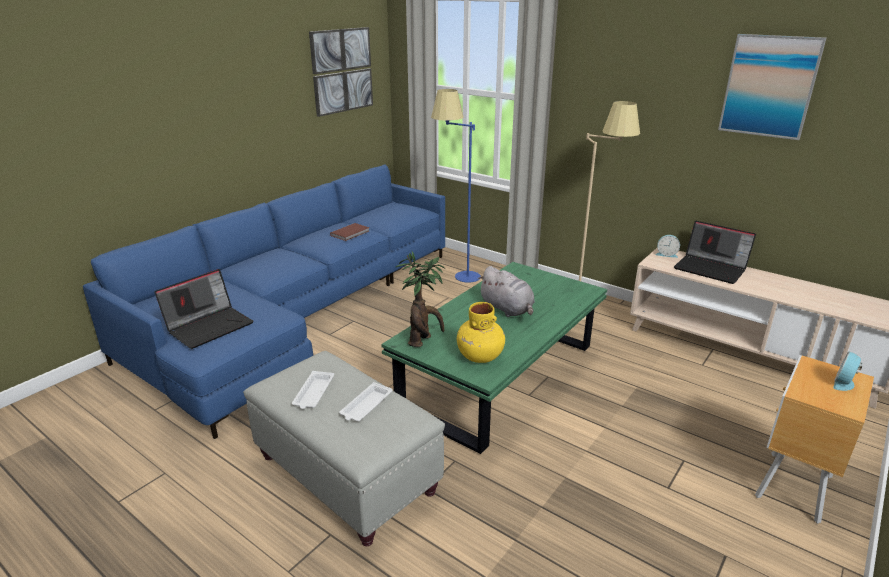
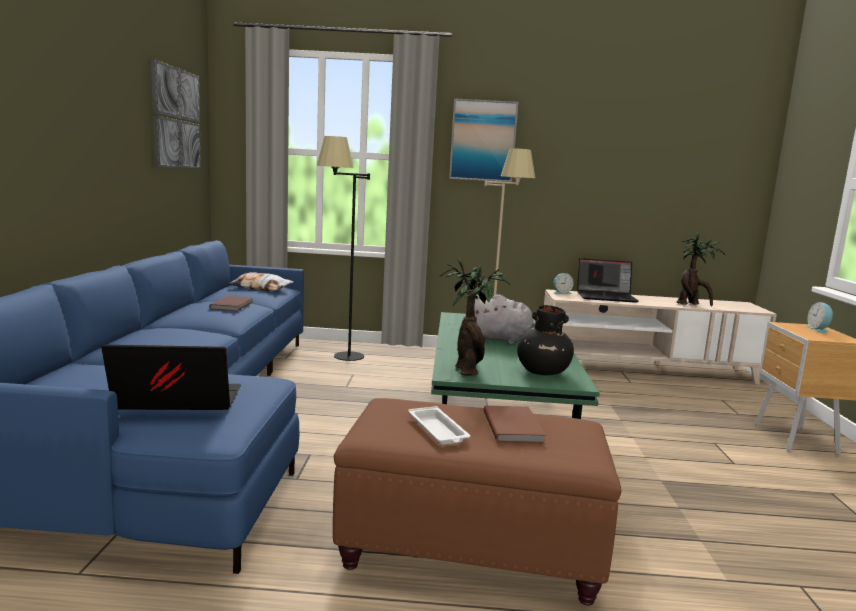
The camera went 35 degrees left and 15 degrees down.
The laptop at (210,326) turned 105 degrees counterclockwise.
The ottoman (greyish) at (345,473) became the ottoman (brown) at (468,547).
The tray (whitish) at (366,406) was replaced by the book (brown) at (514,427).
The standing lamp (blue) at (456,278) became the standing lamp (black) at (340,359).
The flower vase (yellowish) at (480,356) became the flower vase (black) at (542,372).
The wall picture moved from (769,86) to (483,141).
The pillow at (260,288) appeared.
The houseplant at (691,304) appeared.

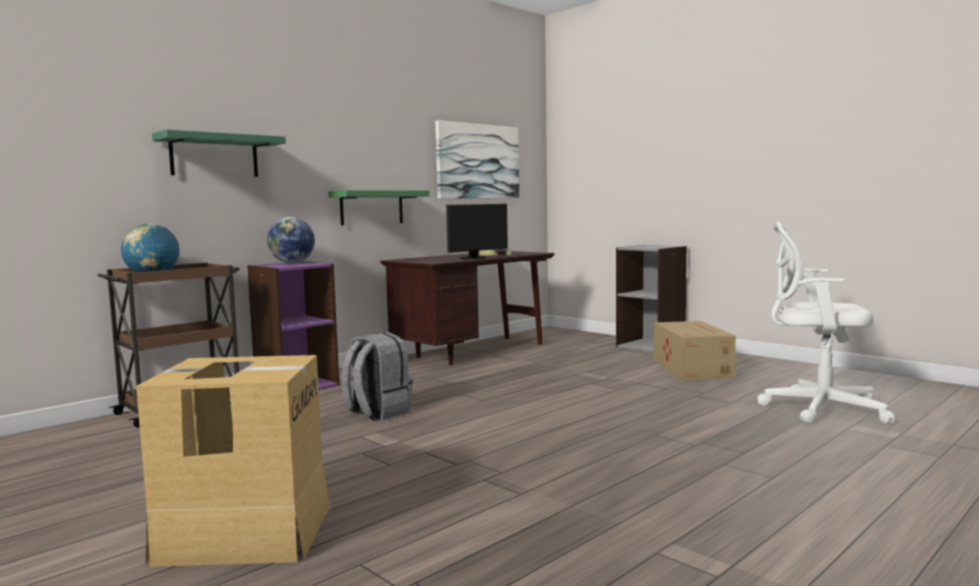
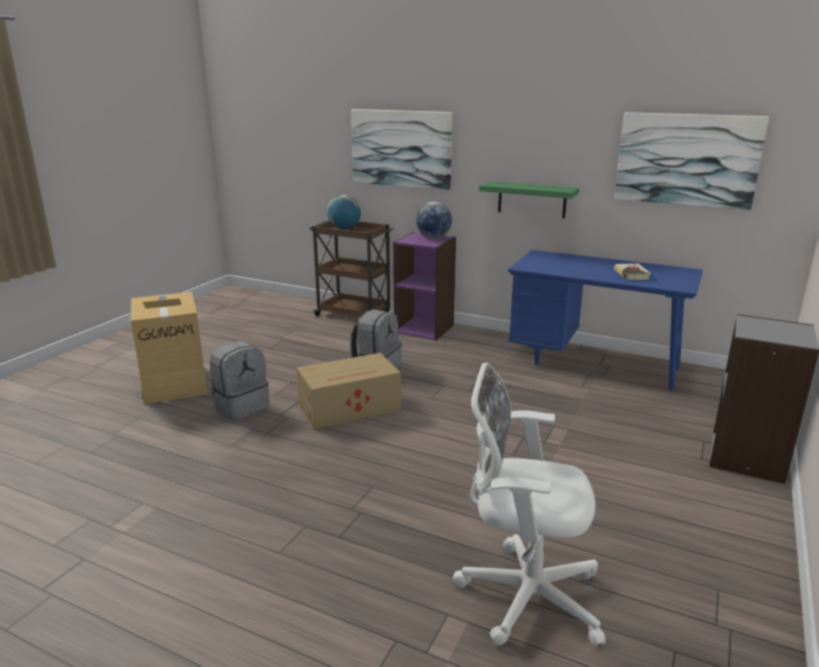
The camera went 70 degrees right and 15 degrees up.
The wall shelf (greenish) at (214,156) was replaced by the wall picture at (401,148).
The desk unit (brown) at (473,352) became the desk unit (blue) at (594,364).
The computer screen at (475,258) disappeared.
The cardboard box moved from (692,368) to (351,407).
The computer chair (whitish) at (817,408) turned 75 degrees counterclockwise.
The knapsack (greyish) at (241,406) appeared.

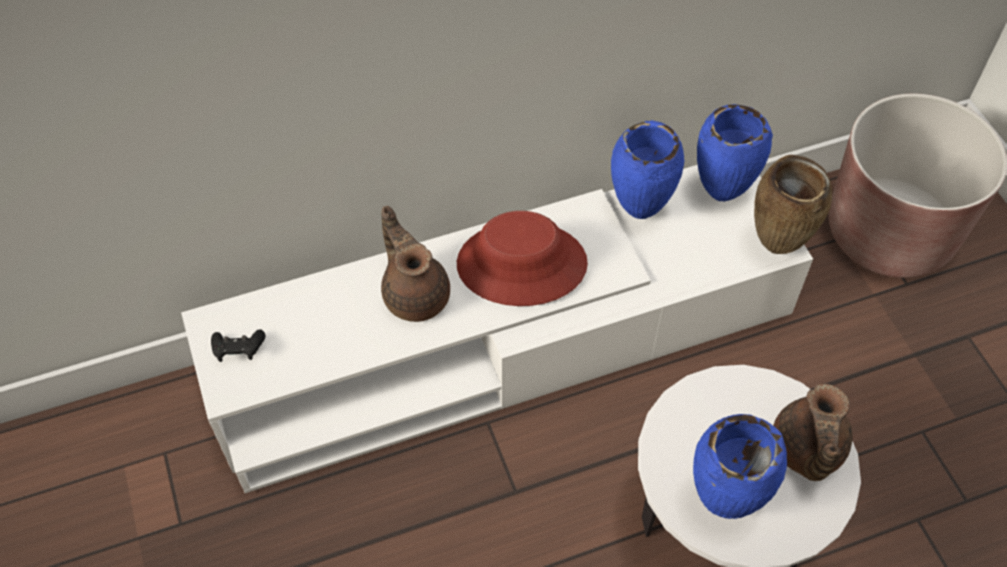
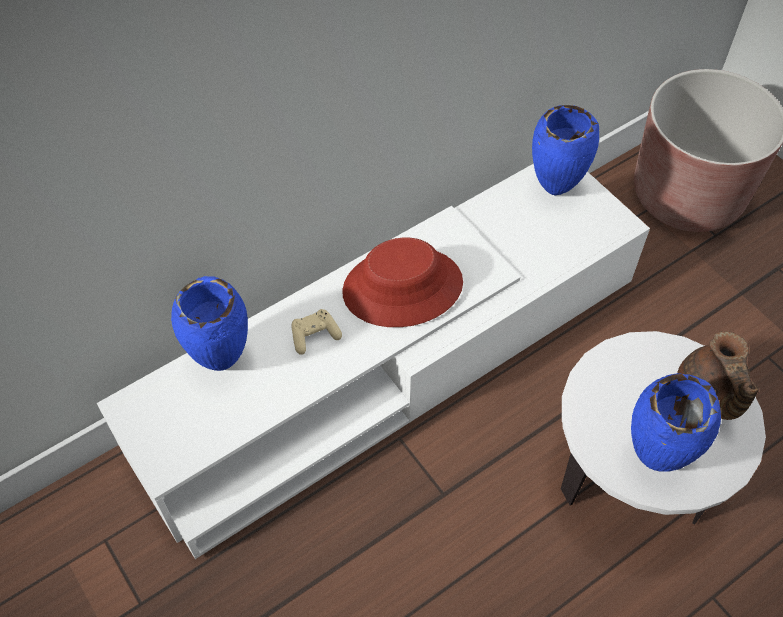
The camera went 15 degrees left and 0 degrees up.
The gamepad (black) at (238,350) disappeared.
The tea pot (brown) at (415,294) was replaced by the gamepad (beige-coloured) at (314,336).
The flower vase (blue) moved from (638,211) to (220,361).
The flower vase (brown) at (778,247) disappeared.

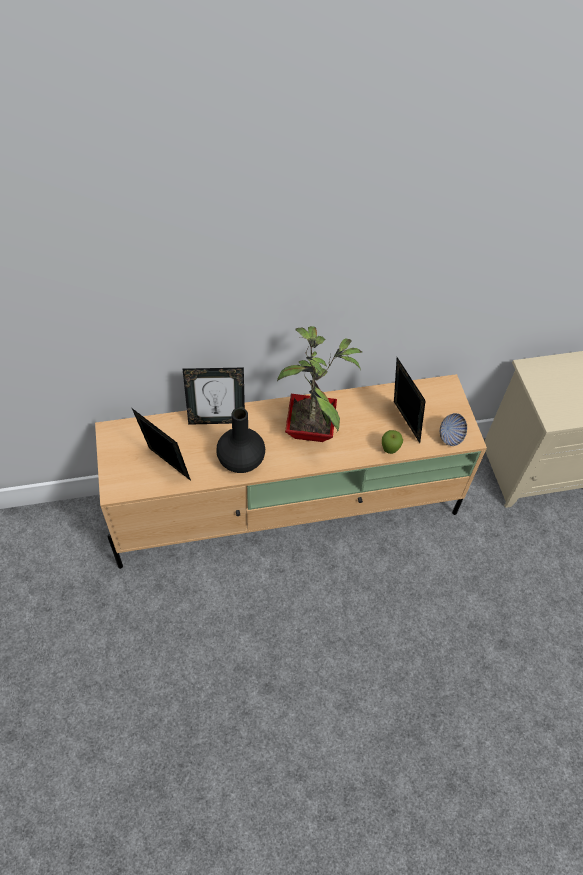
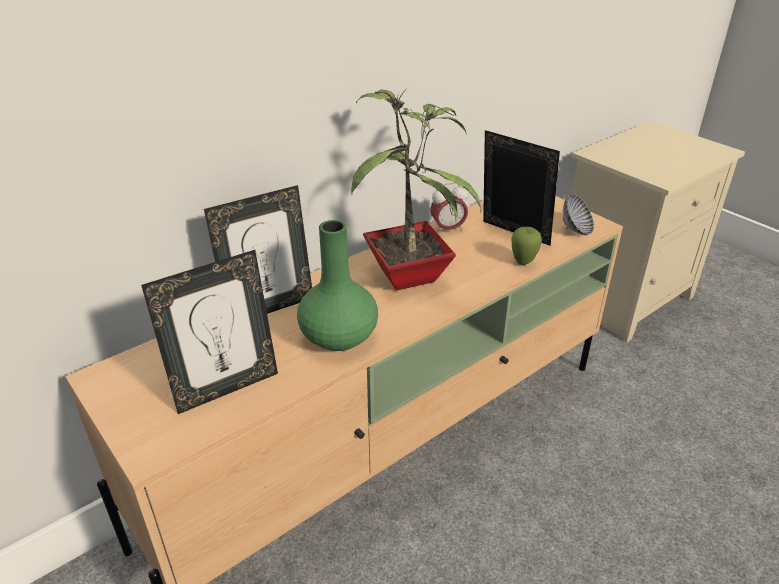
The camera went 25 degrees left and 20 degrees down.
The picture frame at (166,467) turned 135 degrees clockwise.
The flower vase (black) at (241,460) became the flower vase (greenish) at (339,338).
The table clock at (448,229) appeared.

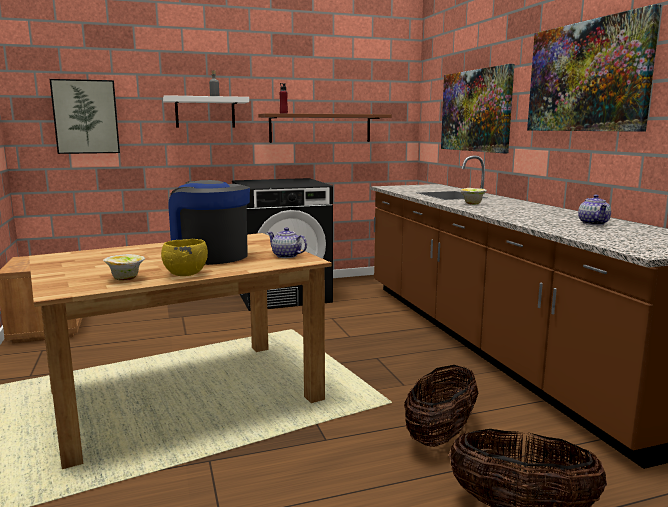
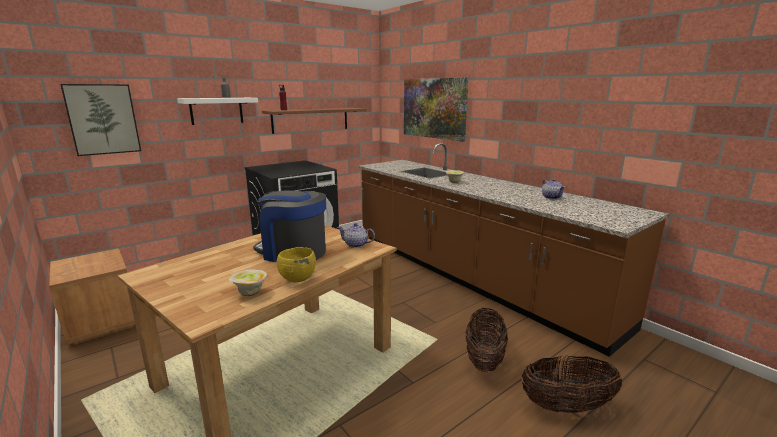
The camera went 20 degrees left and 5 degrees up.
The wall picture at (586,77) disappeared.

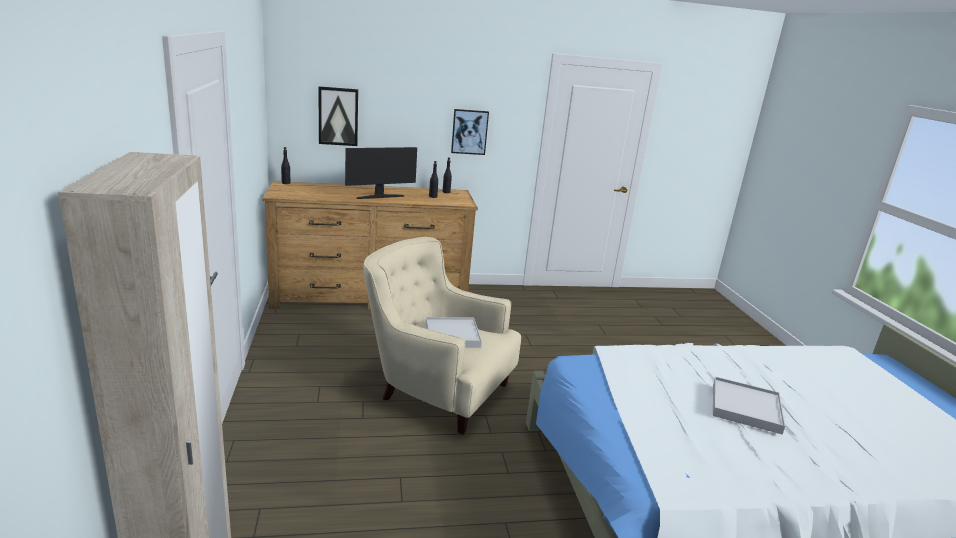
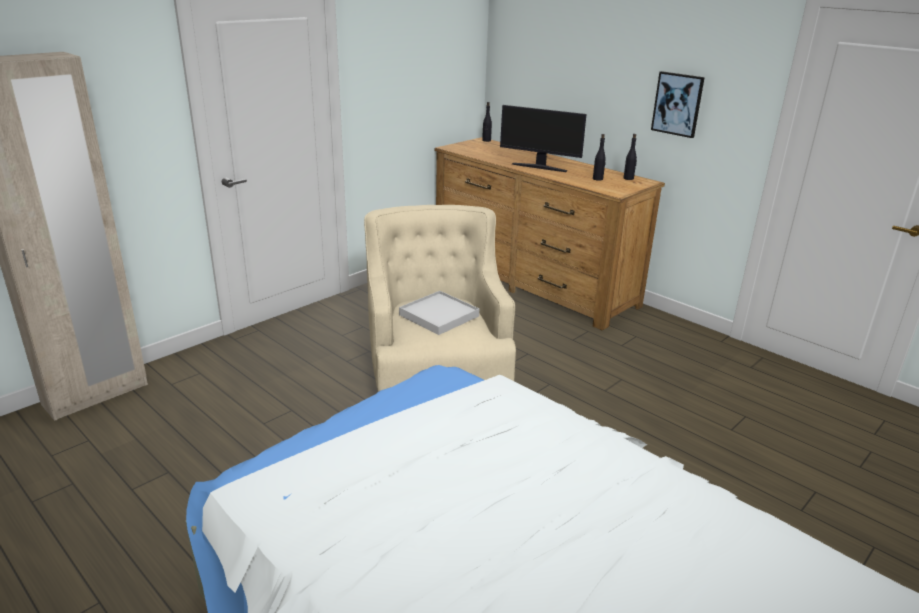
The camera went 55 degrees right and 5 degrees up.
The wall picture at (338,116) disappeared.
The tray (whitish) at (745,408) disappeared.

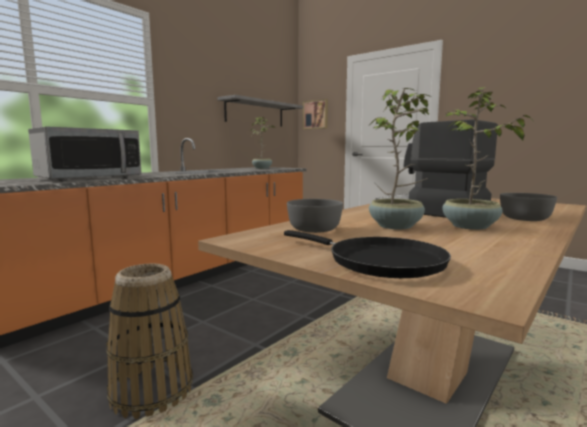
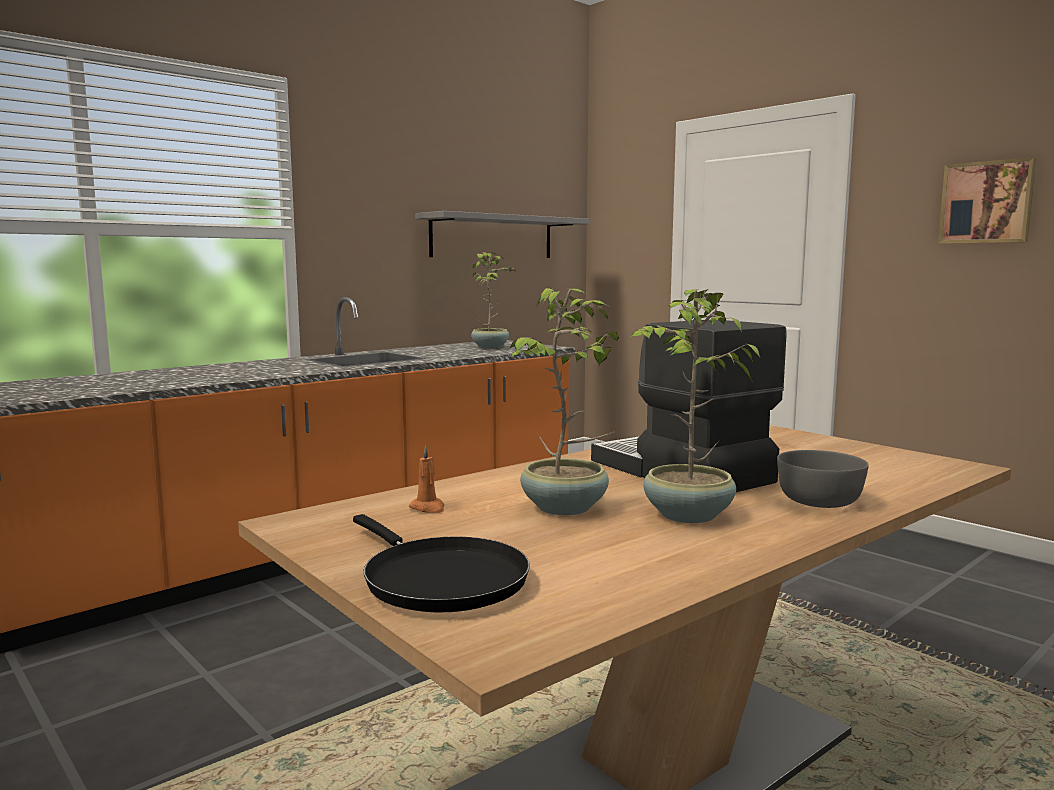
The camera went 10 degrees right and 0 degrees up.
The kitchen microwave at (89,178) disappeared.
The storage basket at (152,391) disappeared.
The bowl (greyish) at (315,229) was replaced by the wax candle (orange) at (428,508).
The wall picture moved from (315,114) to (987,202).

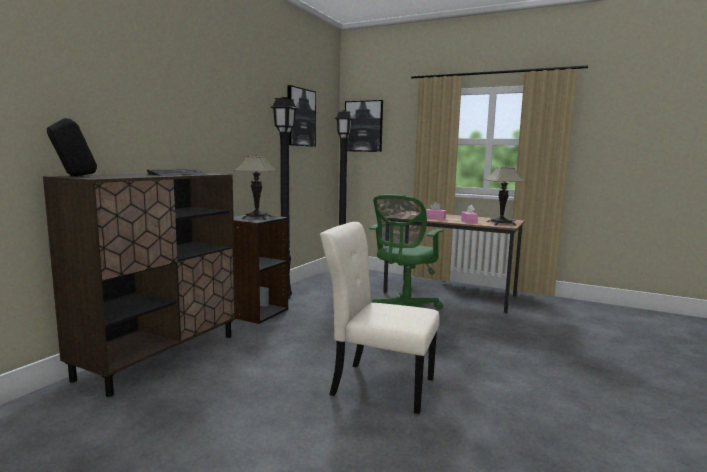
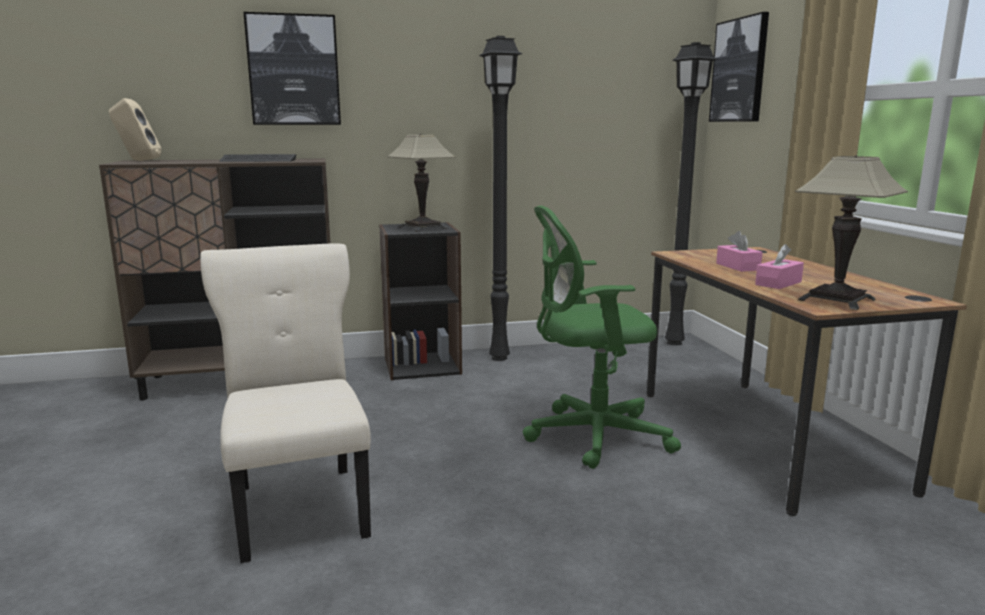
The camera went 50 degrees right and 5 degrees up.
The audio speaker (black) at (73,176) became the audio speaker (beige-coloured) at (138,160).
The wall picture moved from (300,117) to (294,70).

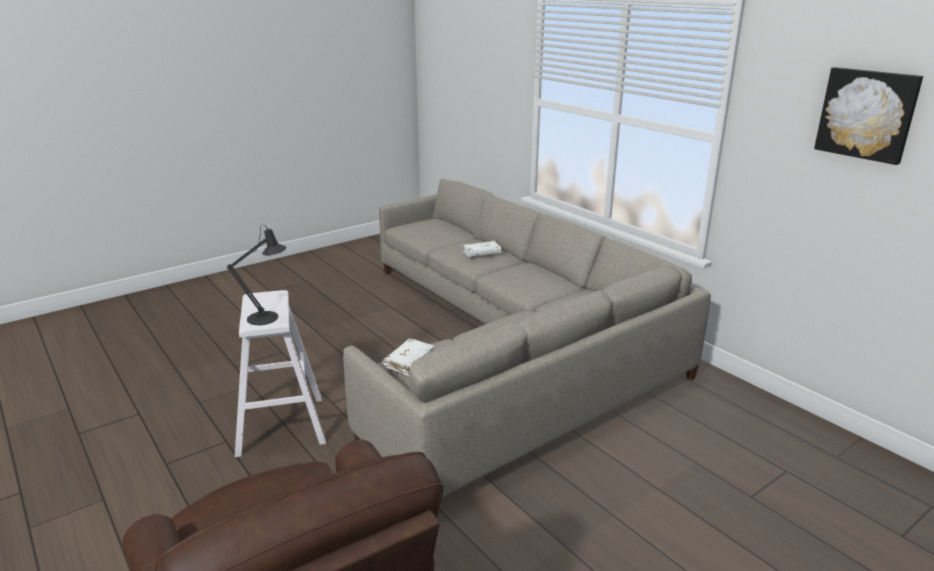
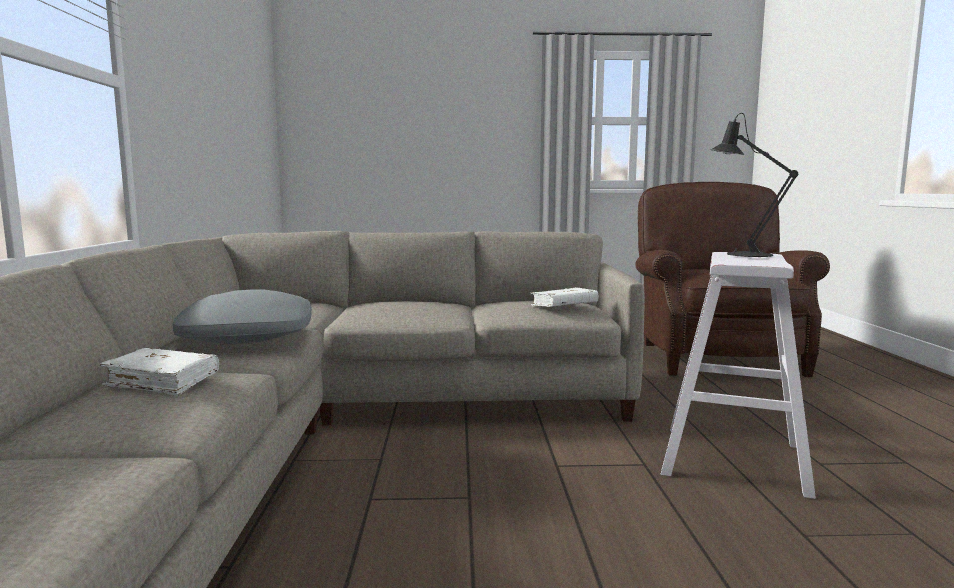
The camera went 145 degrees left and 15 degrees down.
The wall picture at (867,114) disappeared.
The pillow (greyish) at (249,335) appeared.

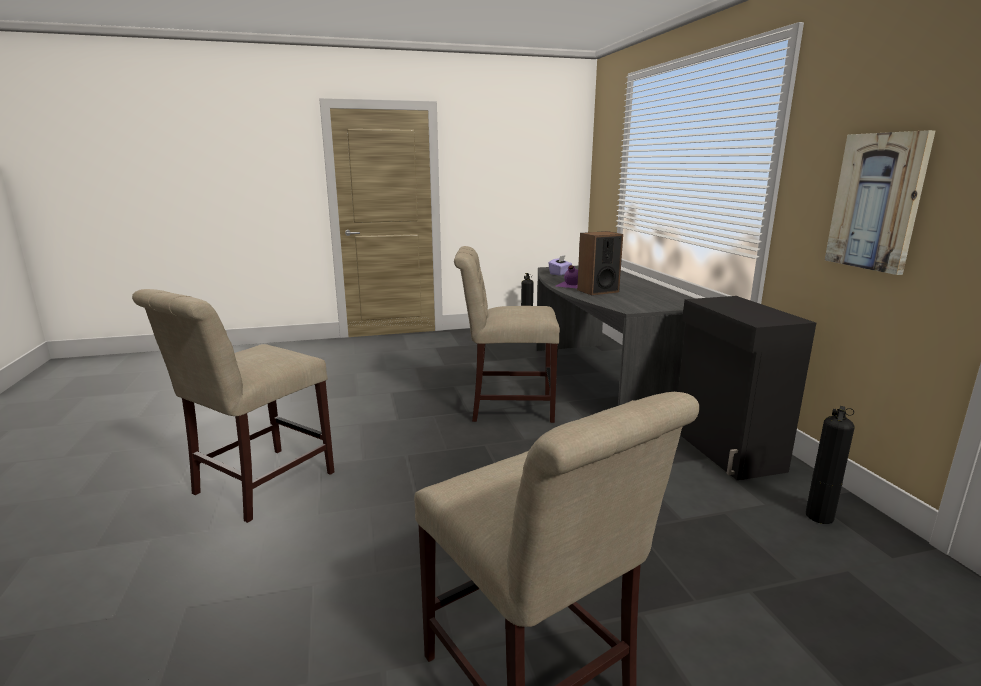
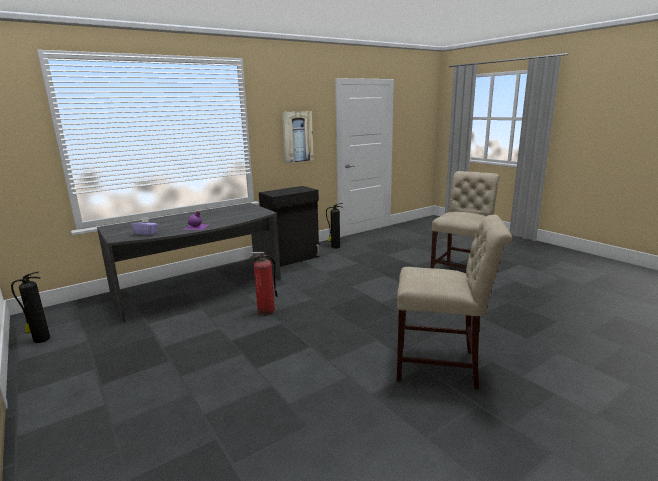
The camera went 110 degrees left and 0 degrees up.
The upright chair (beige-coloured) at (506,407) was replaced by the extinguisher at (266,311).
The audio speaker at (597,291) disappeared.

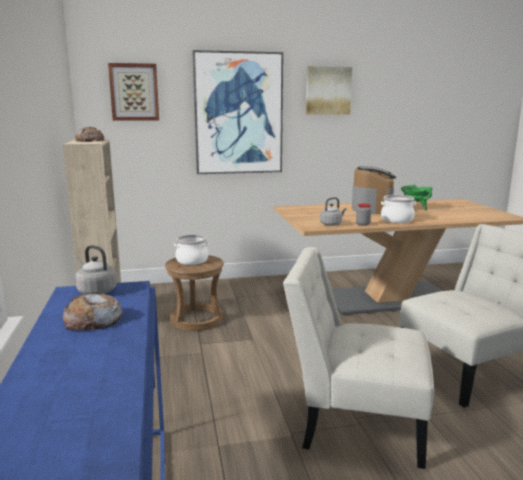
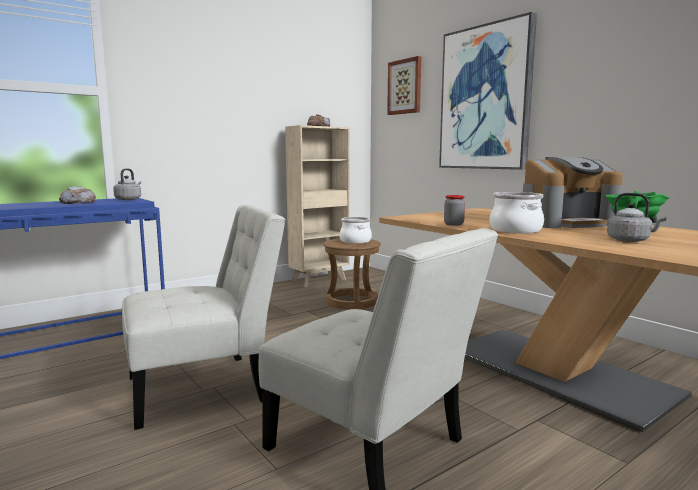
The camera went 65 degrees right and 5 degrees down.
The upright chair (whitish) at (355,421) turned 75 degrees clockwise.
The wall picture at (328,90) disappeared.
The kettle (greyish) moved from (332,224) to (630,240).

